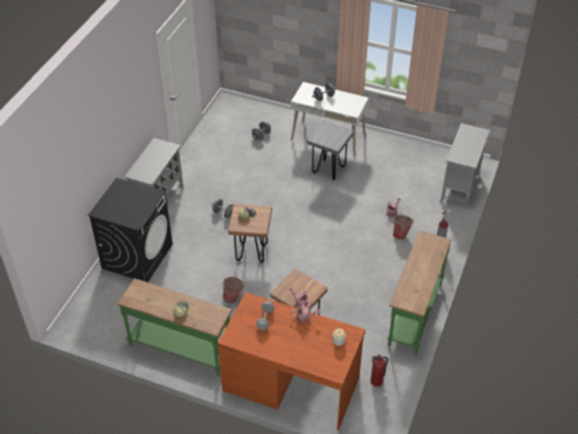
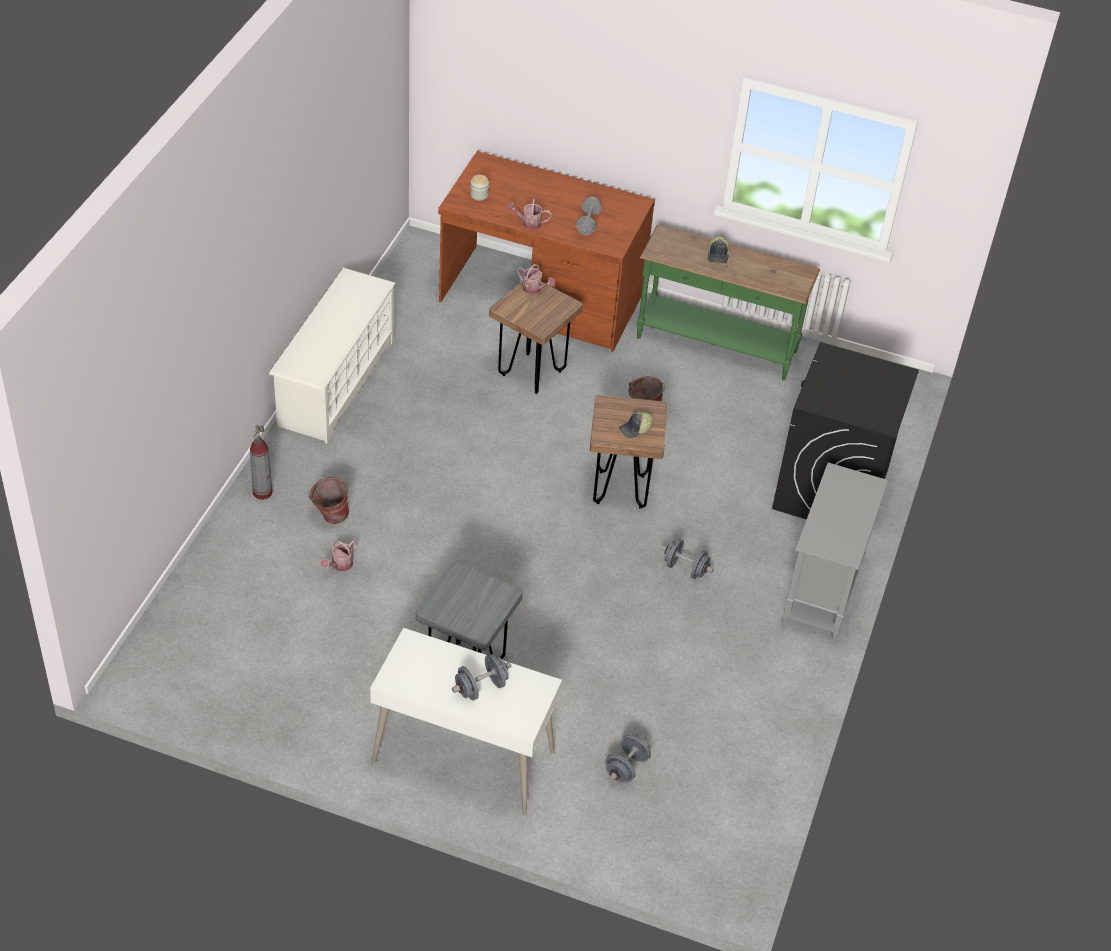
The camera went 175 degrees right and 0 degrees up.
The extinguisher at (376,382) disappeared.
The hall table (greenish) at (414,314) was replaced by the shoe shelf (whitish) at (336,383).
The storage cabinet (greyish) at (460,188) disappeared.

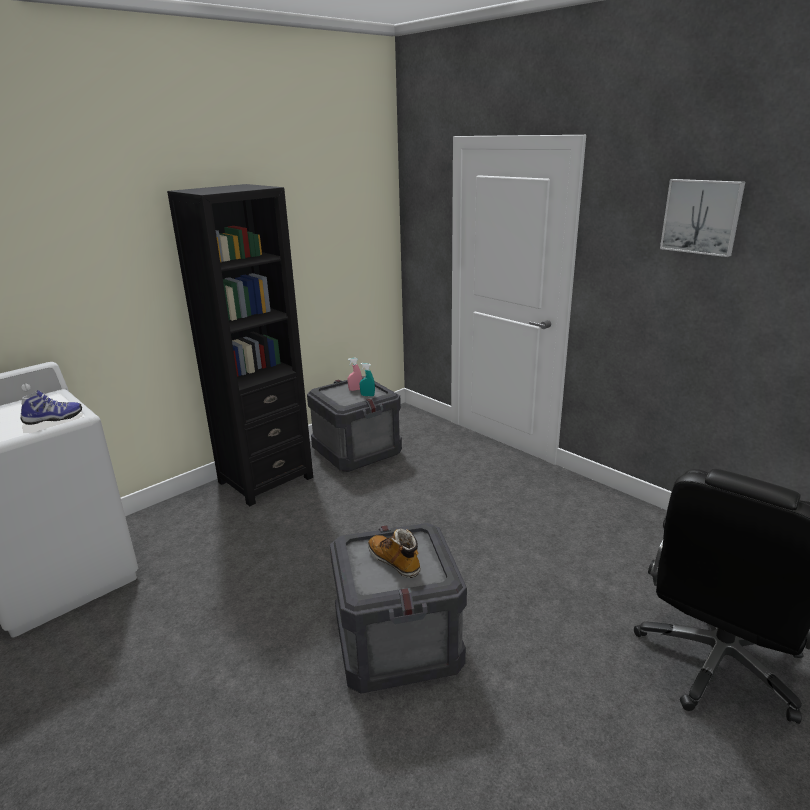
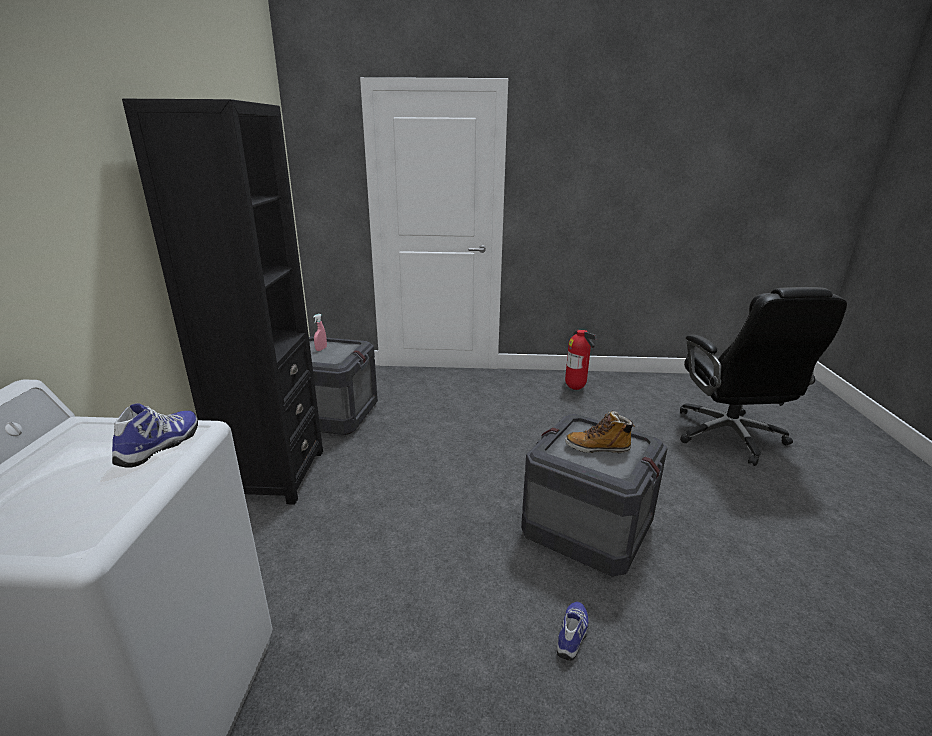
The camera went 45 degrees left and 0 degrees up.
The sprayer (turquoise) at (367,395) disappeared.
The wall picture at (702,216) disappeared.
The shoe at (573,635) appeared.
The extinguisher at (575,388) appeared.

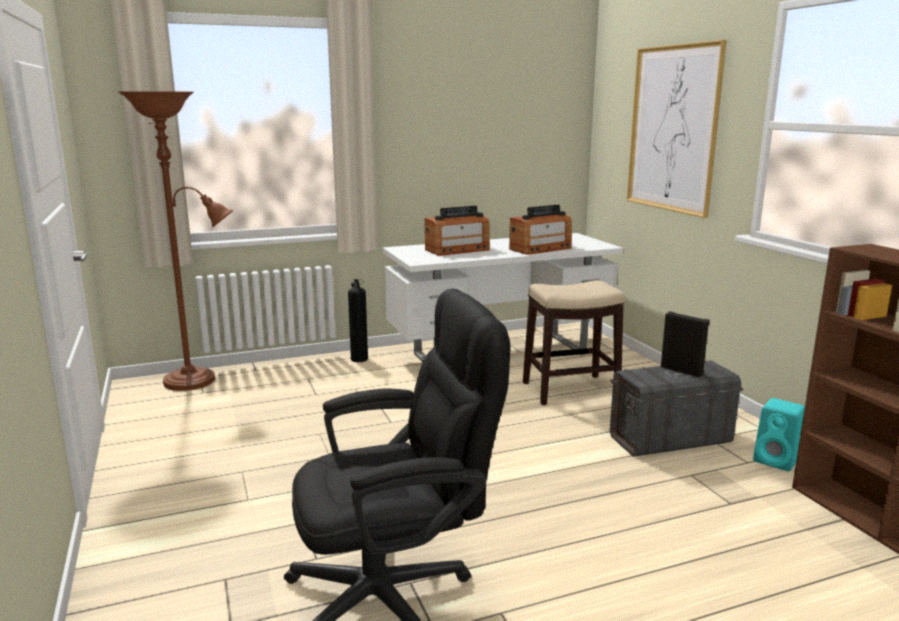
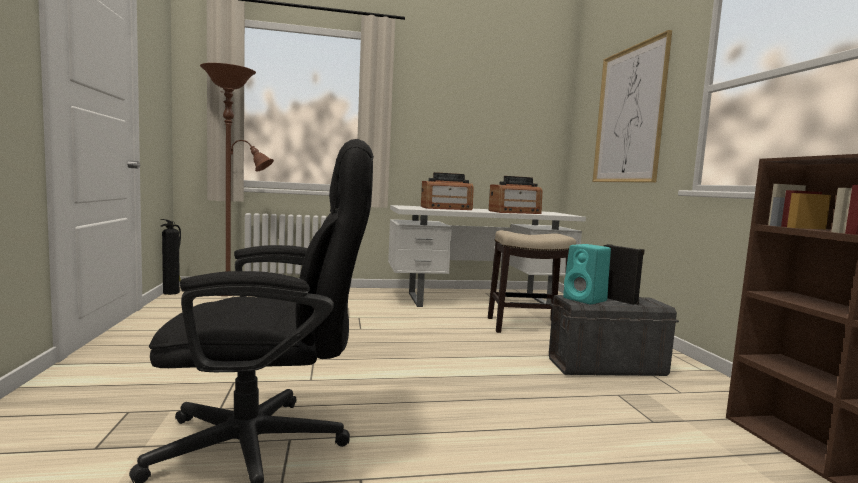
The camera went 10 degrees right and 10 degrees down.
The extinguisher moved from (359,359) to (172,292).
The audio speaker (turquoise) moved from (777,461) to (586,300).

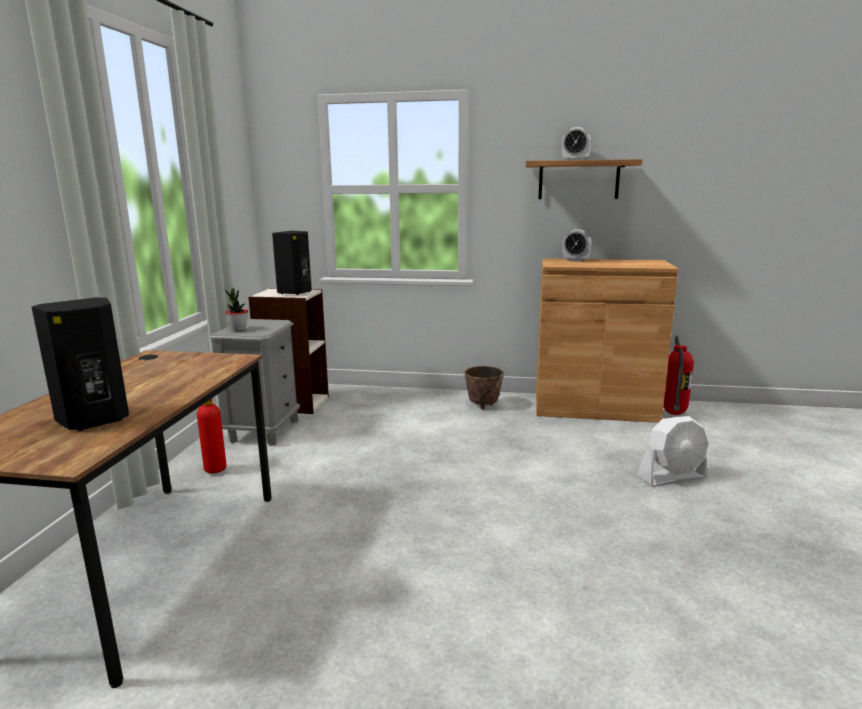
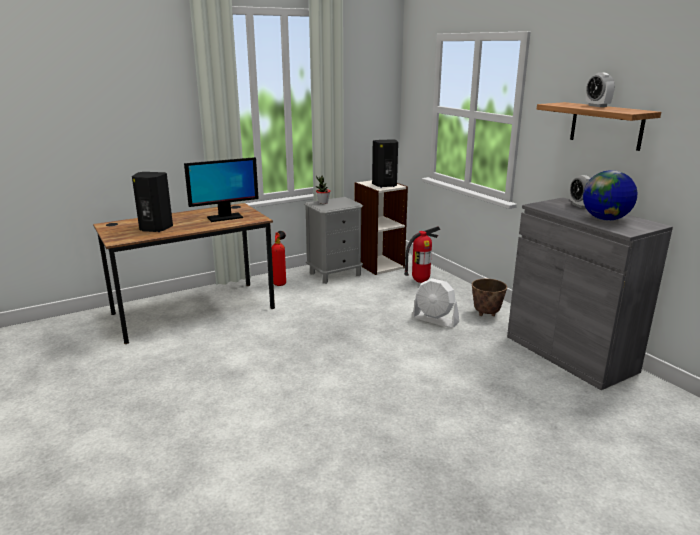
The camera went 50 degrees right and 5 degrees up.
The storage cabinet (brown) at (595,408) became the storage cabinet (greyish) at (570,354).
The electric fan (whitish) moved from (672,477) to (435,320).
The extinguisher moved from (673,413) to (420,281).
The computer screen at (224,217) appeared.
The world globe at (605,219) appeared.

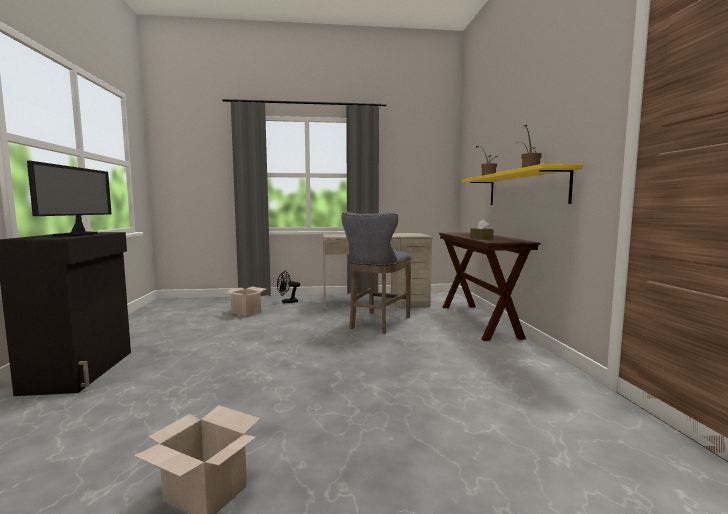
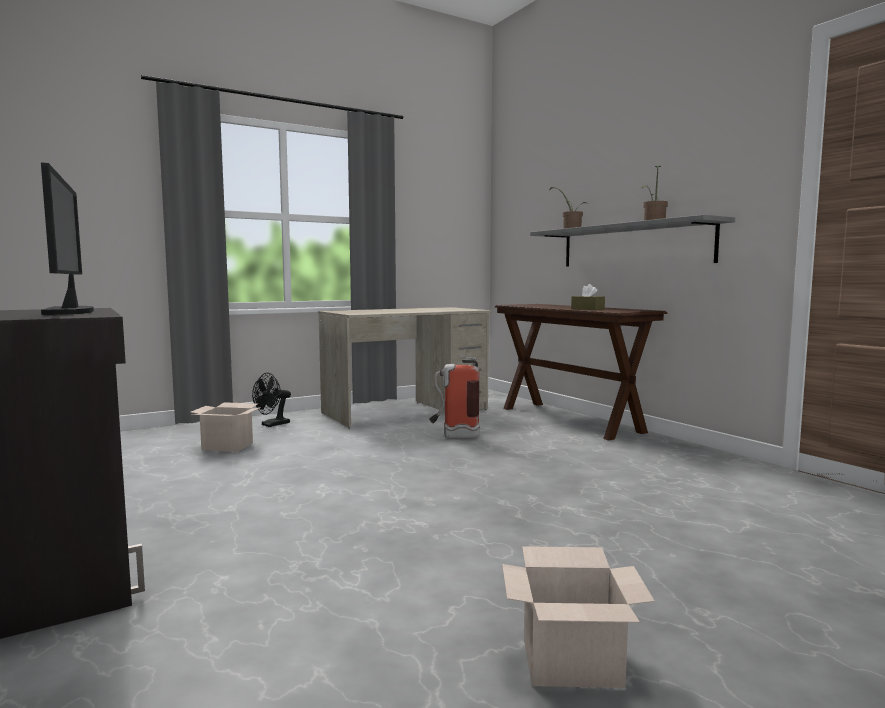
The camera went 25 degrees left and 0 degrees up.
The sitting stool (greyish) at (377,323) was replaced by the extinguisher at (454,437).
The wall shelf (yellowish) at (524,189) became the wall shelf (greyish) at (633,245).

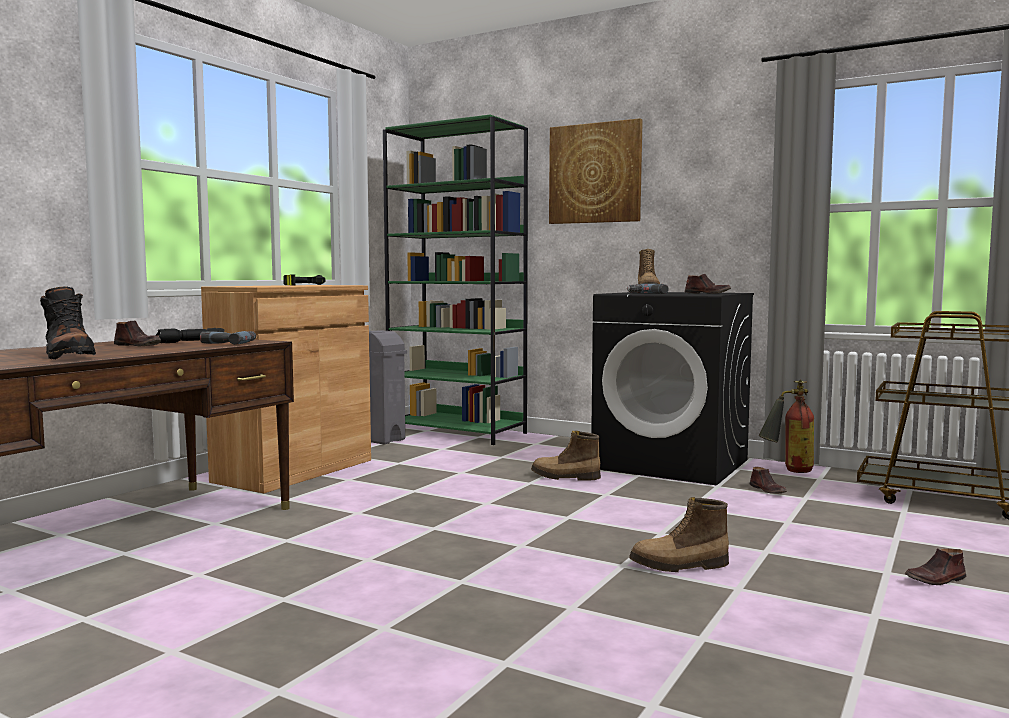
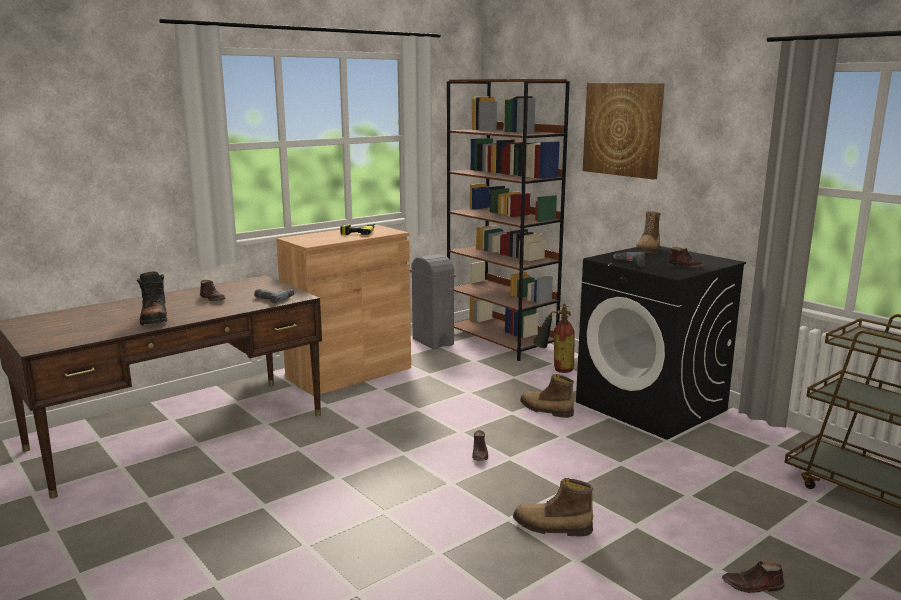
The camera went 20 degrees right and 10 degrees up.
The torch (black) at (190,342) disappeared.
The bookcase (greenish) at (458,432) became the bookcase (brown) at (502,340).
The shoe (brown) moved from (768,490) to (480,454).
The extinguisher moved from (788,470) to (555,369).

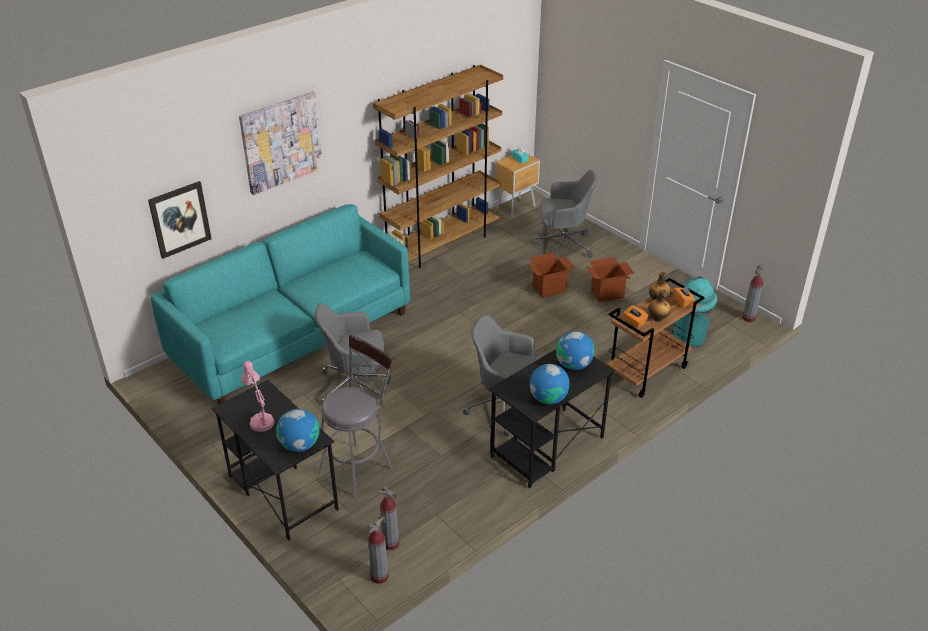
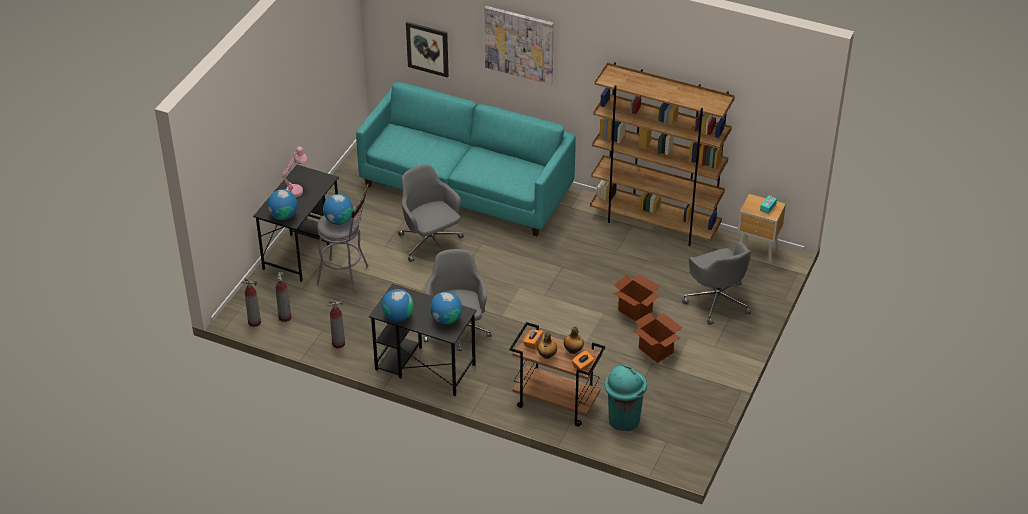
The camera went 65 degrees right and 5 degrees up.
The extinguisher moved from (748,318) to (338,344).
The world globe at (339,220) appeared.

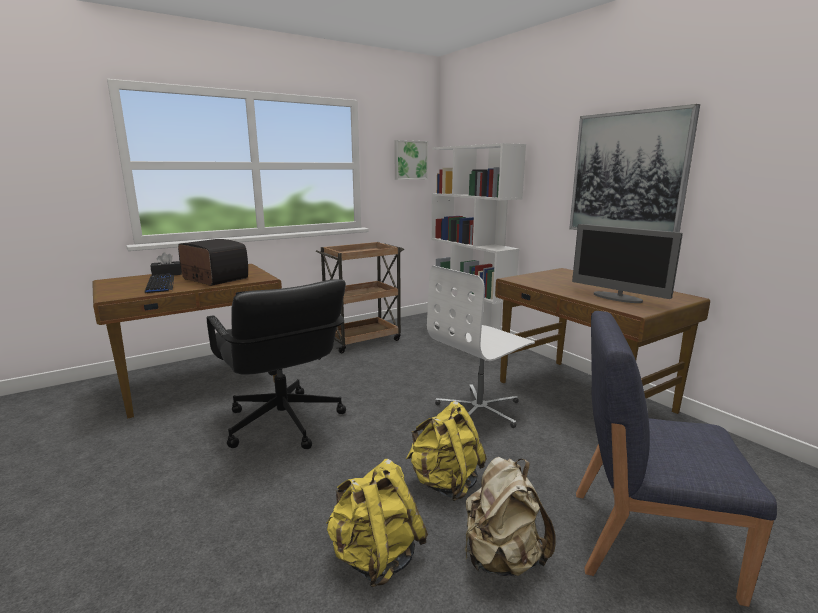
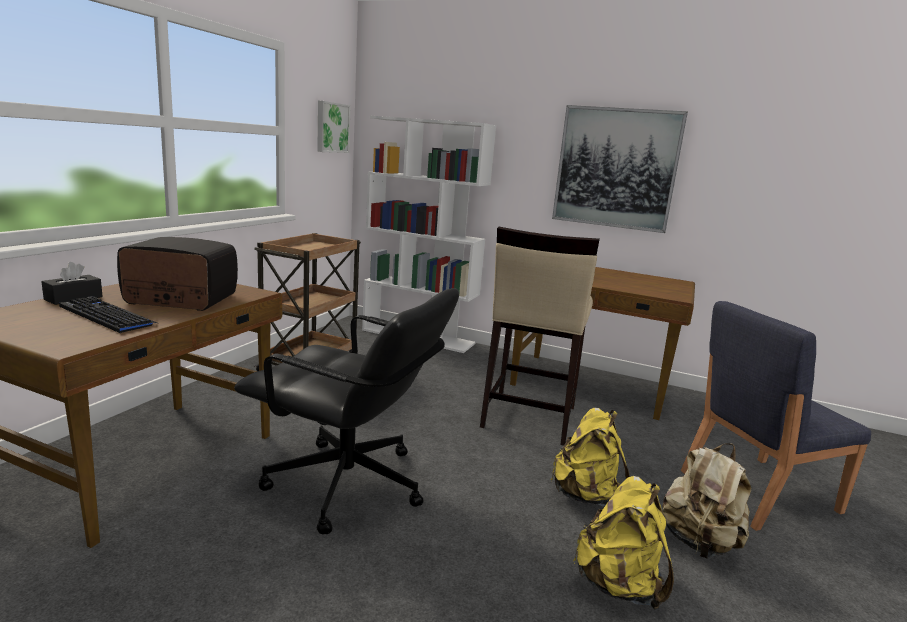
The camera went 35 degrees left and 0 degrees up.
The computer chair (whitish) at (480,410) was replaced by the sitting stool (beige-coloured) at (528,417).
The computer screen at (617,298) disappeared.

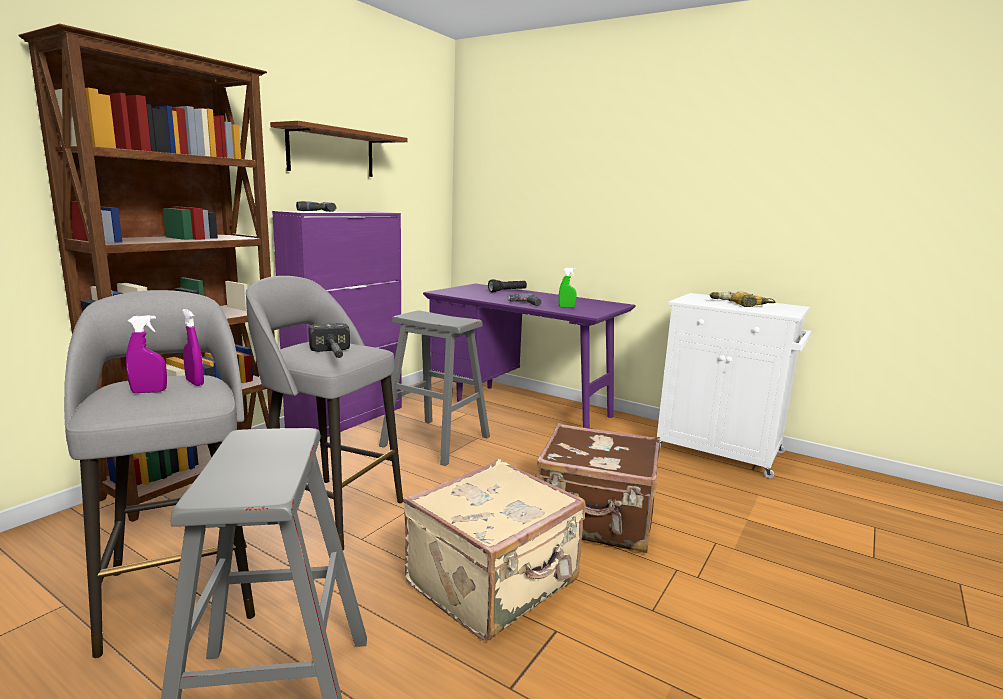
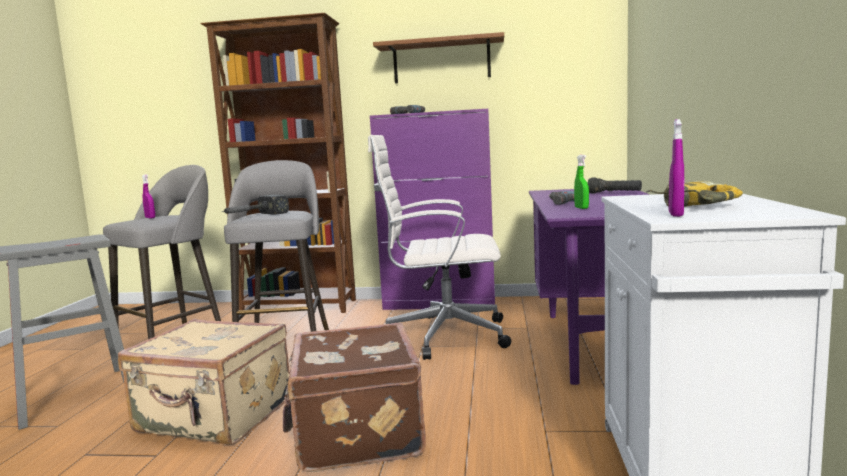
The camera went 65 degrees right and 5 degrees down.
The sprayer (purplish) moved from (195,382) to (675,214).
The sitting stool (greyish) at (435,441) was replaced by the computer chair (whitish) at (443,335).

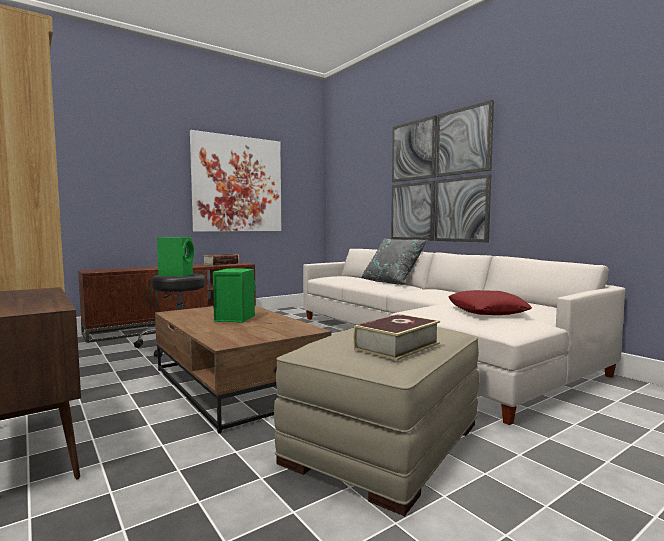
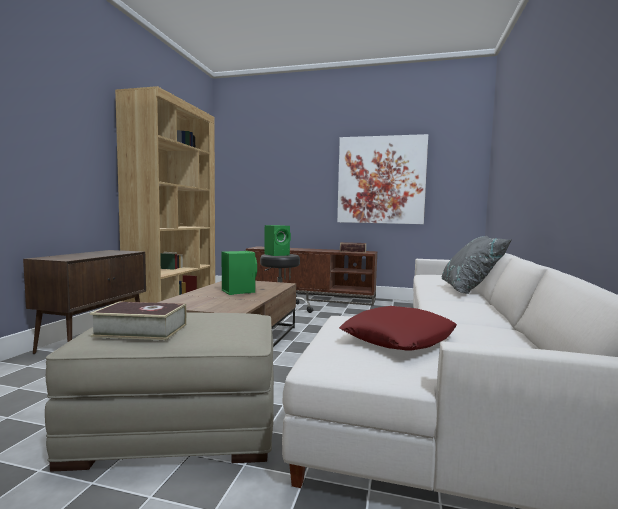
The camera went 50 degrees right and 0 degrees up.
The wall picture at (437,178) disappeared.

